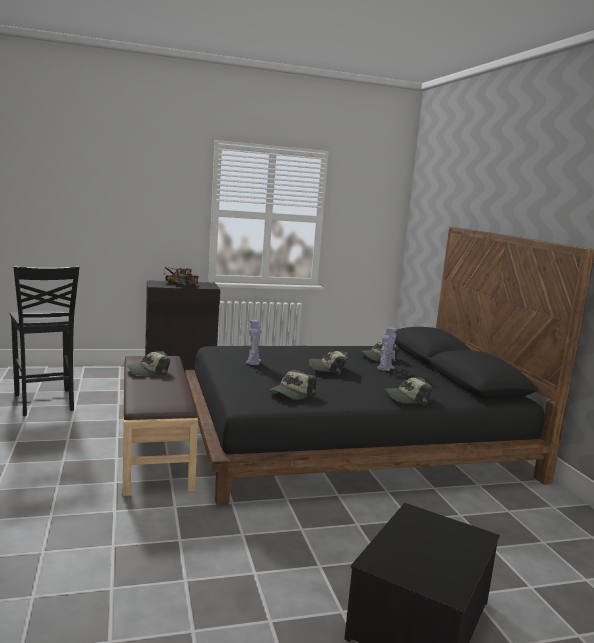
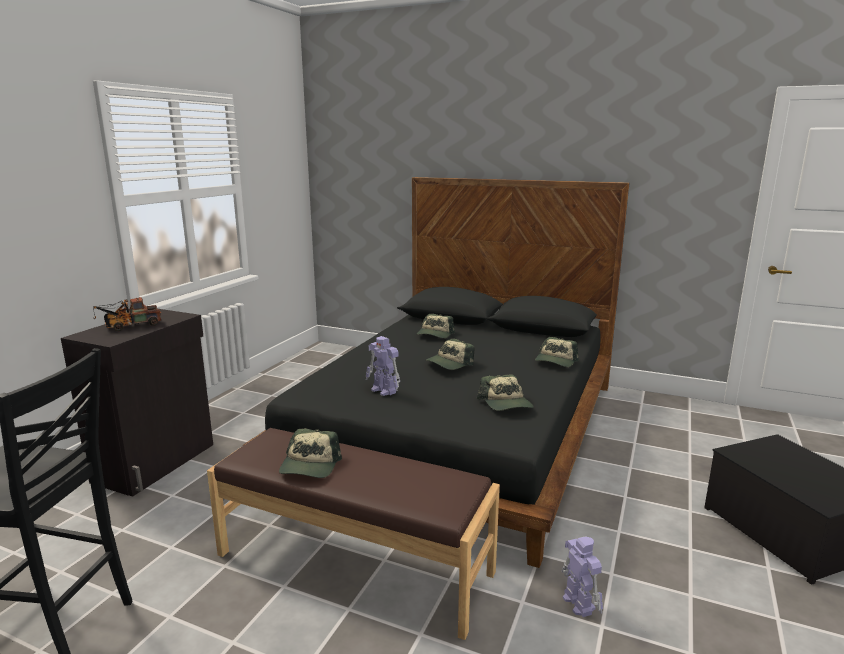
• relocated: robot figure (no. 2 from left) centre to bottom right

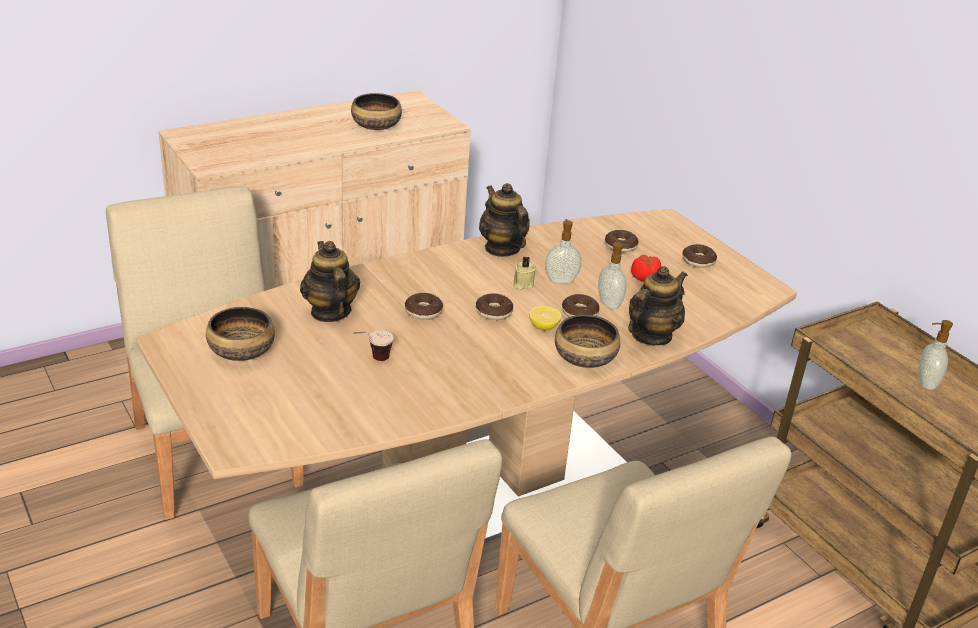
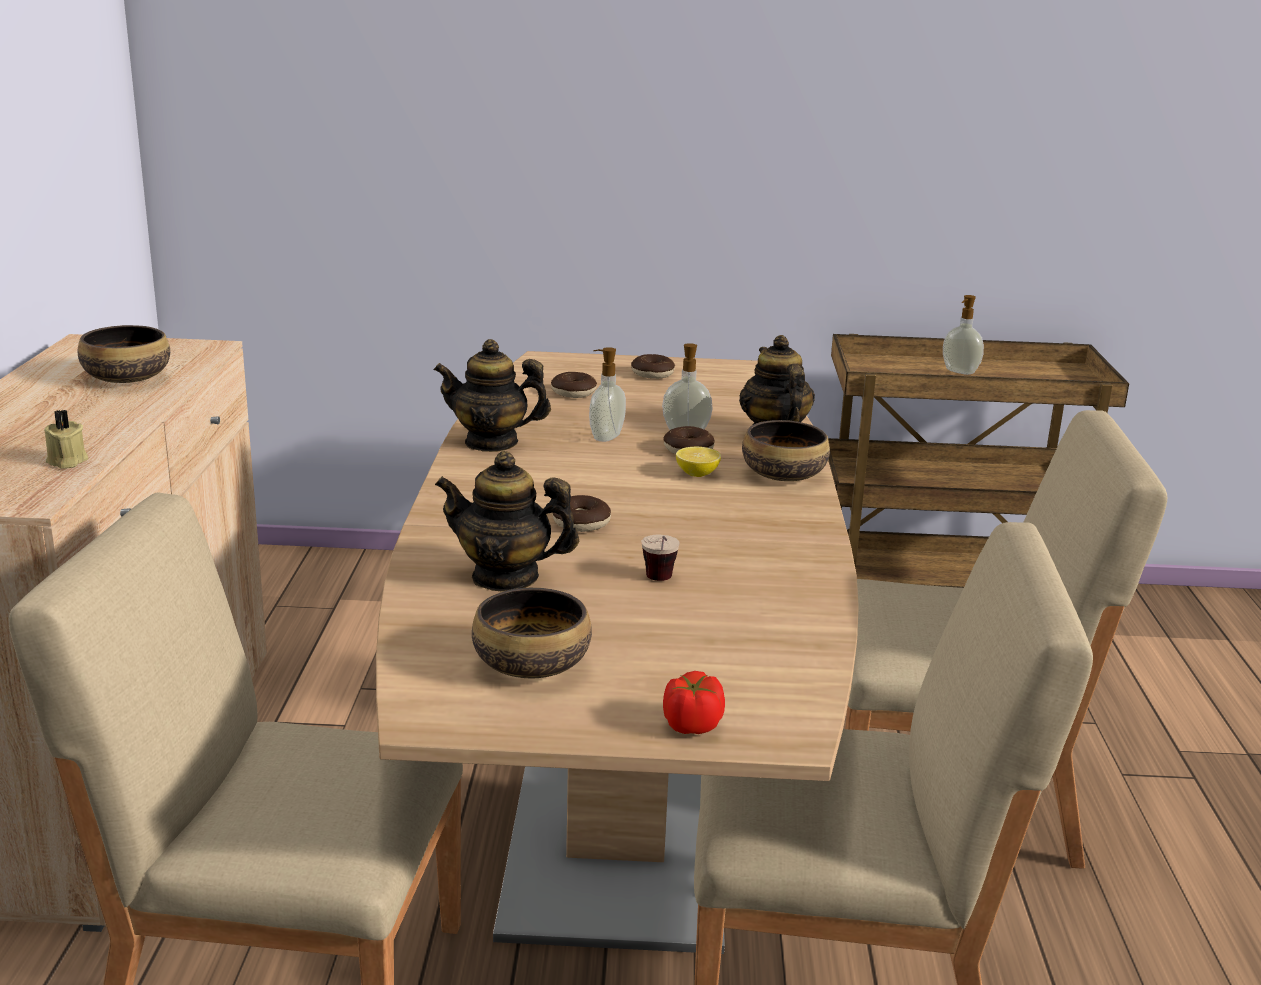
• relocated: fresh tomato centre to bottom centre
• relocated: beige-coloured wax light centre to middle left
• missing: donut (no. 2 from left) centre

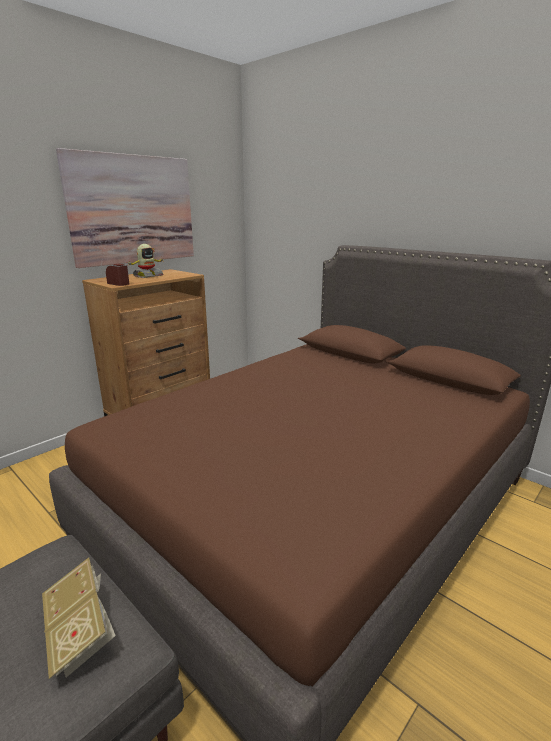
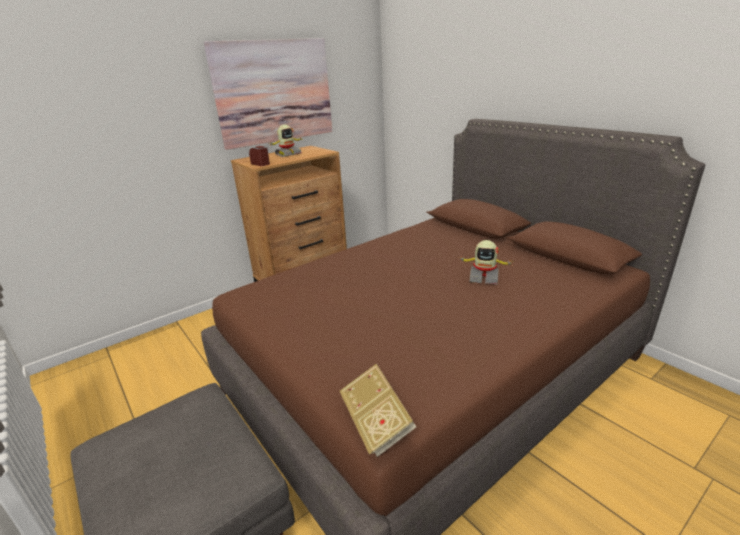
• relocated: bound book bottom left to bottom centre
• appeared: robot figure (no. 2 from left) centre

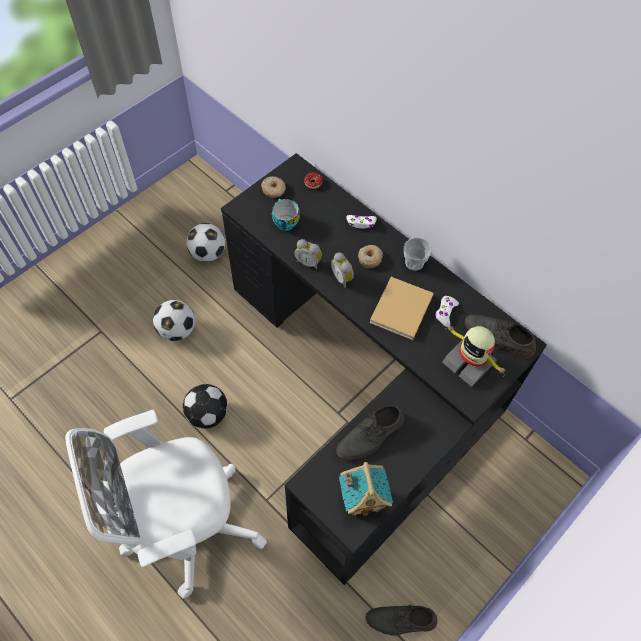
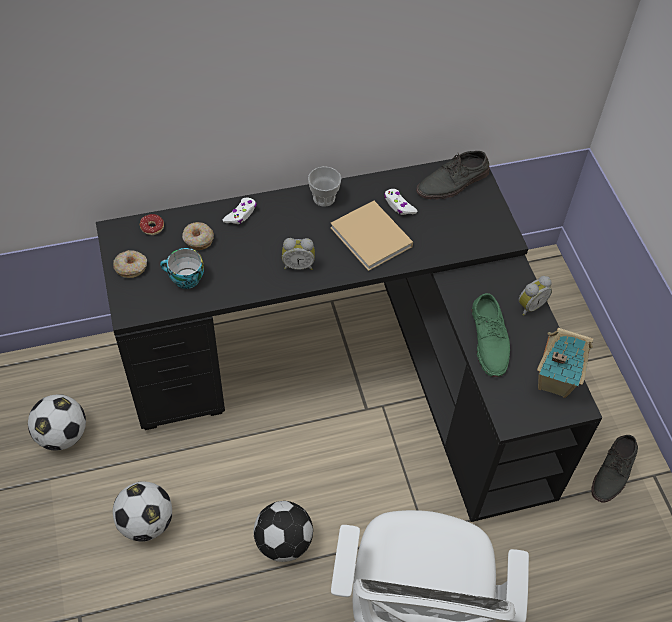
• relocated: table clock (no. 1 from left in the first image) centre to table clock (no. 2 from left) middle right
• relocated: donut (no. 3 from left) centre to middle left
• missing: robot figure middle right
• colour: gray item of footwear (no. 1 from left) bottom centre to green item of footwear middle right

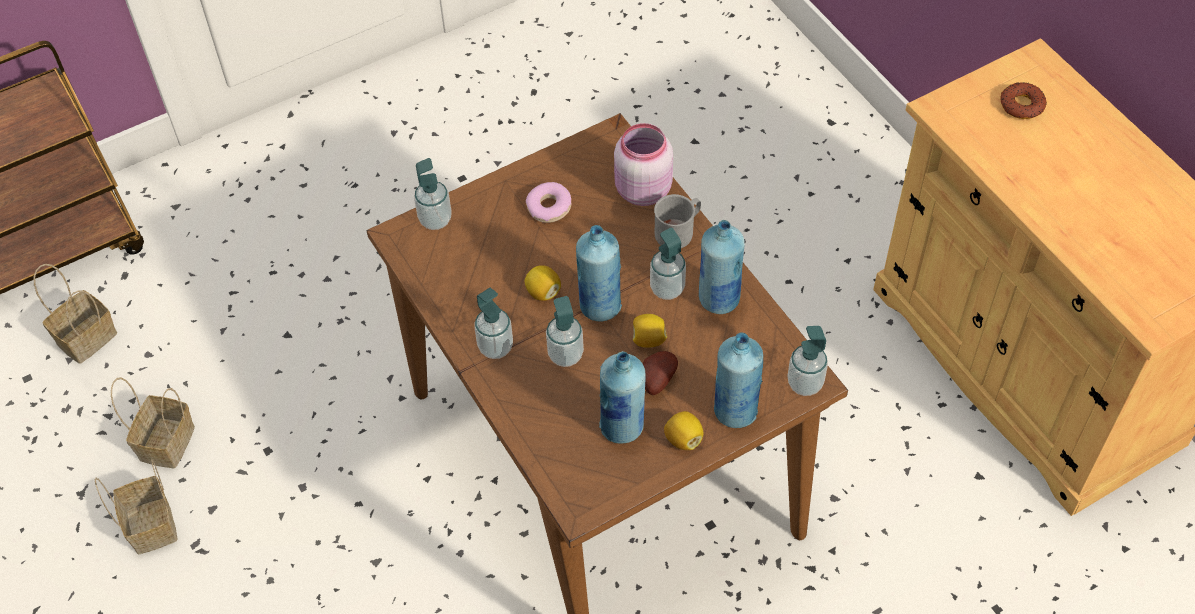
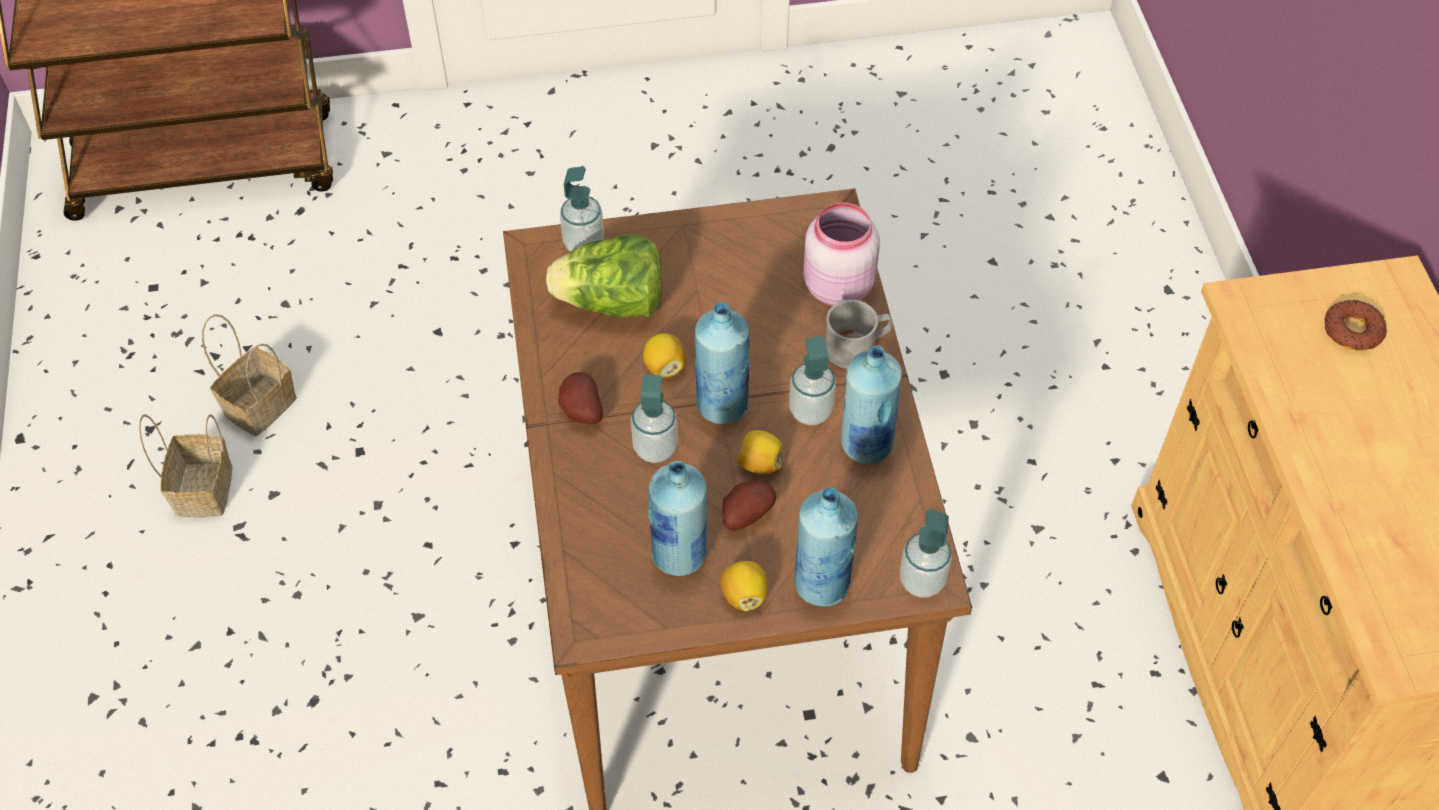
• missing: donut (no. 1 from left) top centre
• missing: storage basket (no. 1 from left) middle left
• exchanged: liquid soap bottle (no. 2 from left) centre to potato (no. 1 from left) centre
• appeared: lettuce centre

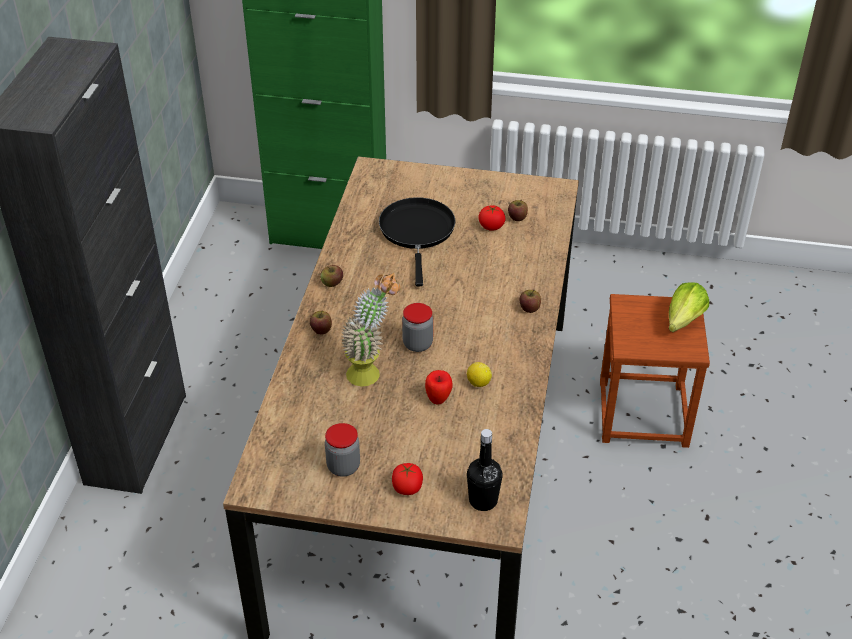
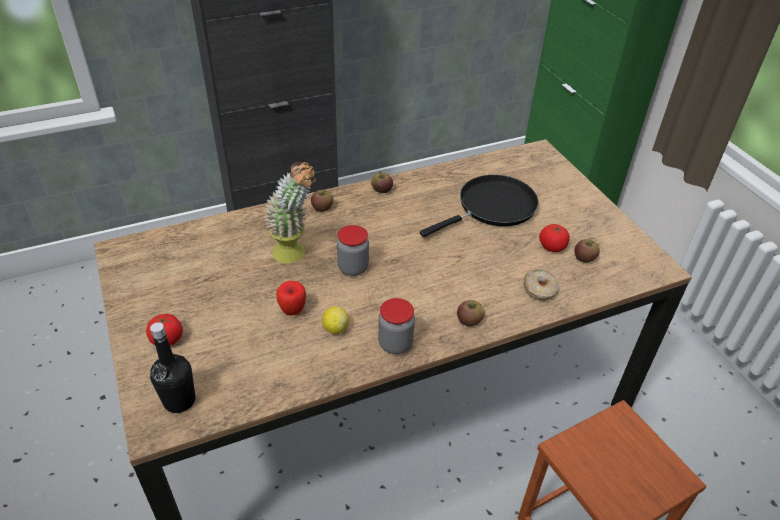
• missing: lettuce middle right
• relocated: jar (no. 1 from left in the first image) bottom centre to jar (no. 2 from left) centre
• appeared: donut middle right

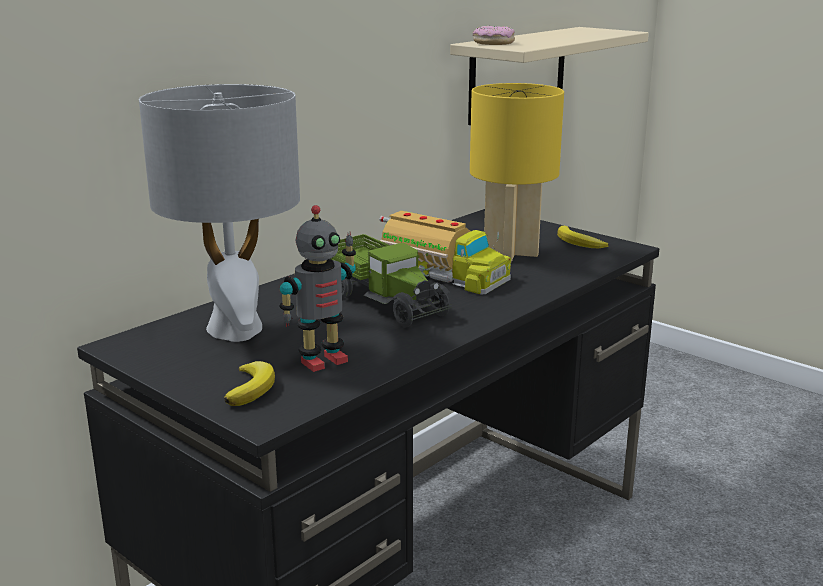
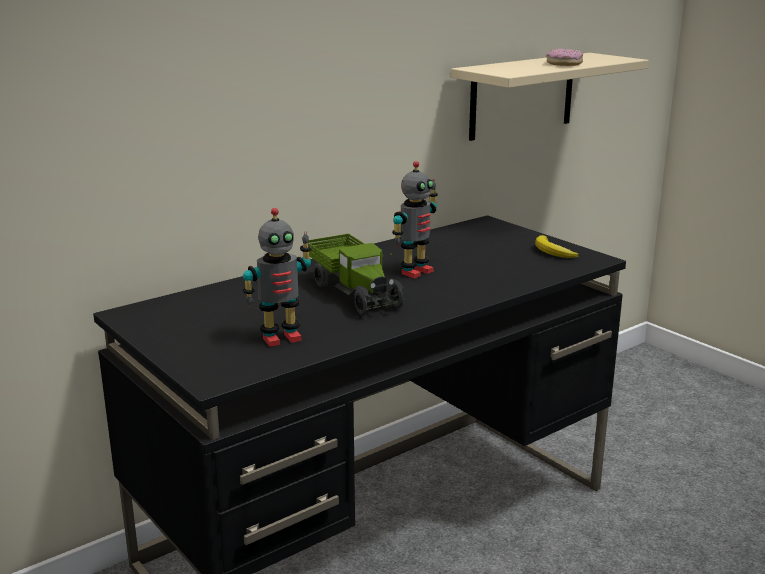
• relocated: donut top centre to top right
• missing: yellowish lamp for a table top centre
• missing: gray lamp for a table middle left
• exchanged: toy truck (no. 2 from left) centre to robot figure (no. 2 from left) centre
• missing: banana fruit (no. 1 from left) middle left

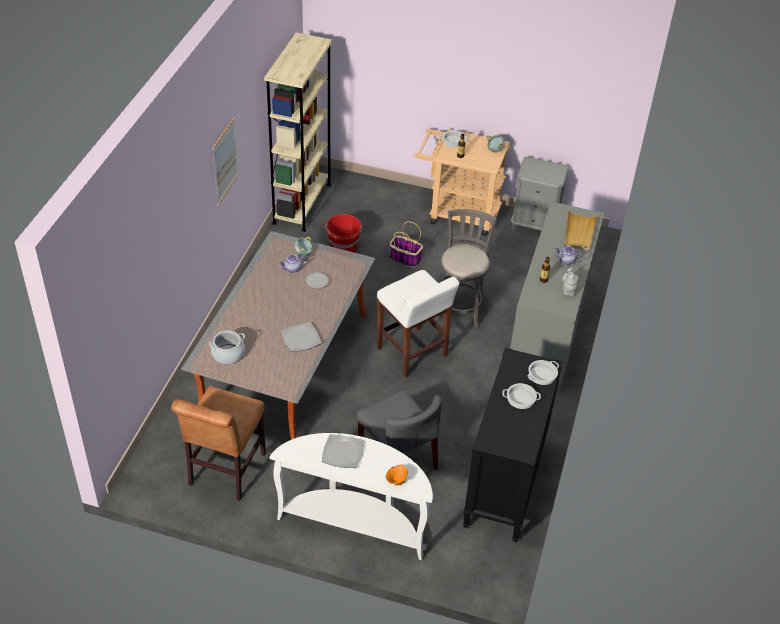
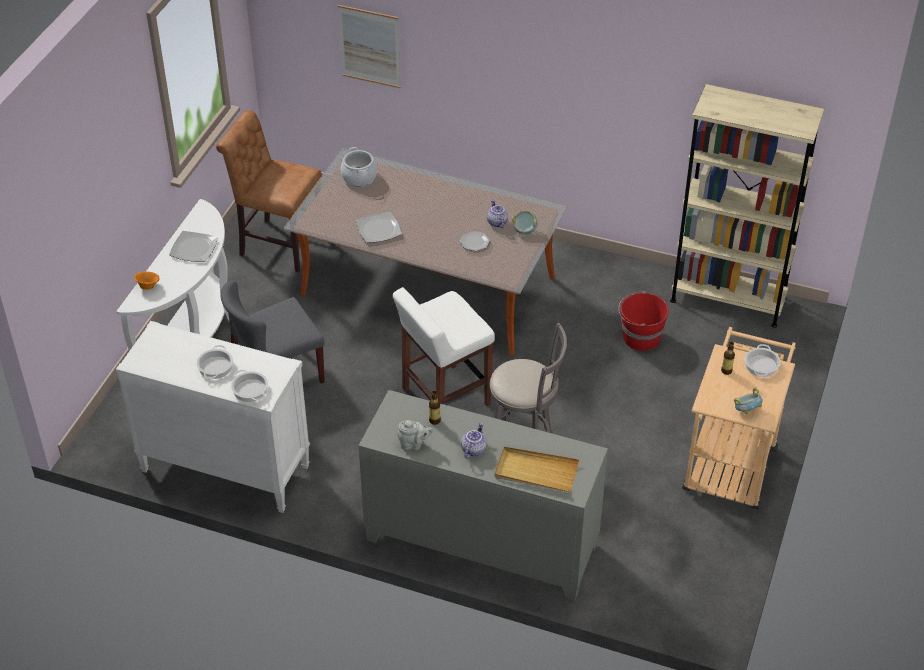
• relocated: wall art top left to top centre
• missing: gray nightstand top right
• missing: storage basket centre
• colour: black chest of drawers bottom centre to white-coloured chest of drawers middle left

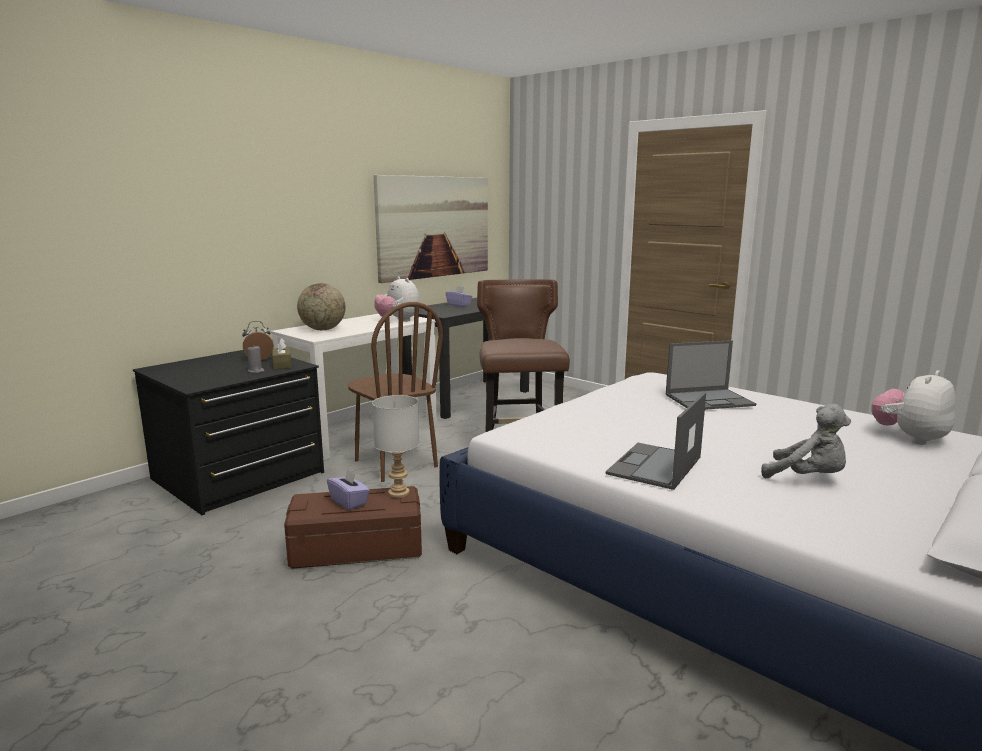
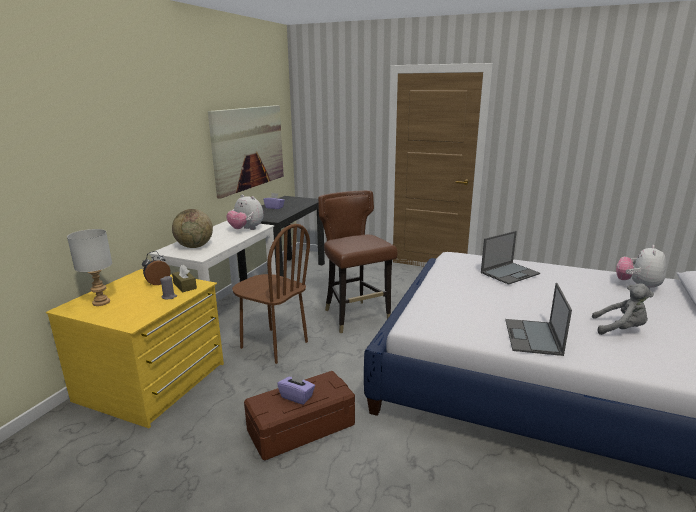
• colour: black chest of drawers middle left to yellowish chest of drawers bottom left
• relocated: gray lamp for a table centre to middle left

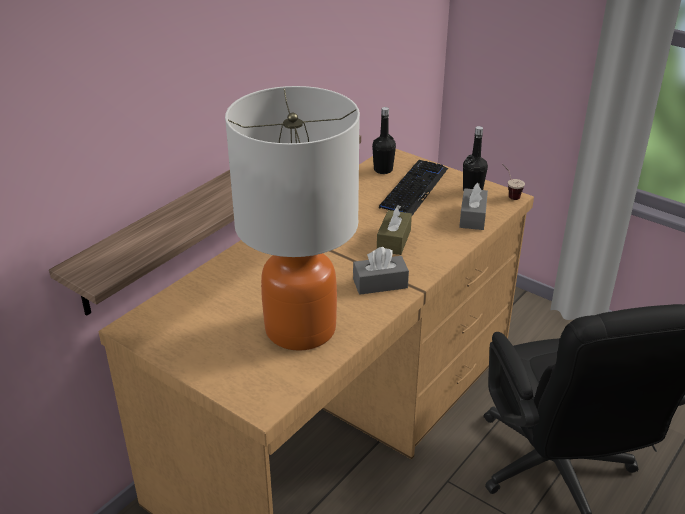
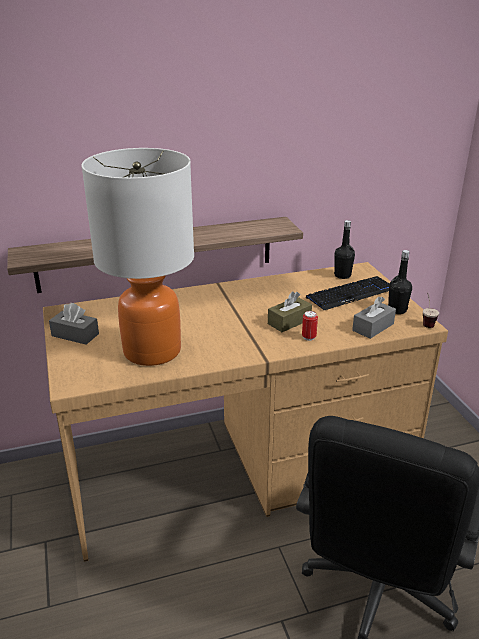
• relocated: gray tissue holder (no. 1 from left) centre to middle left
• appeared: sealed can centre

